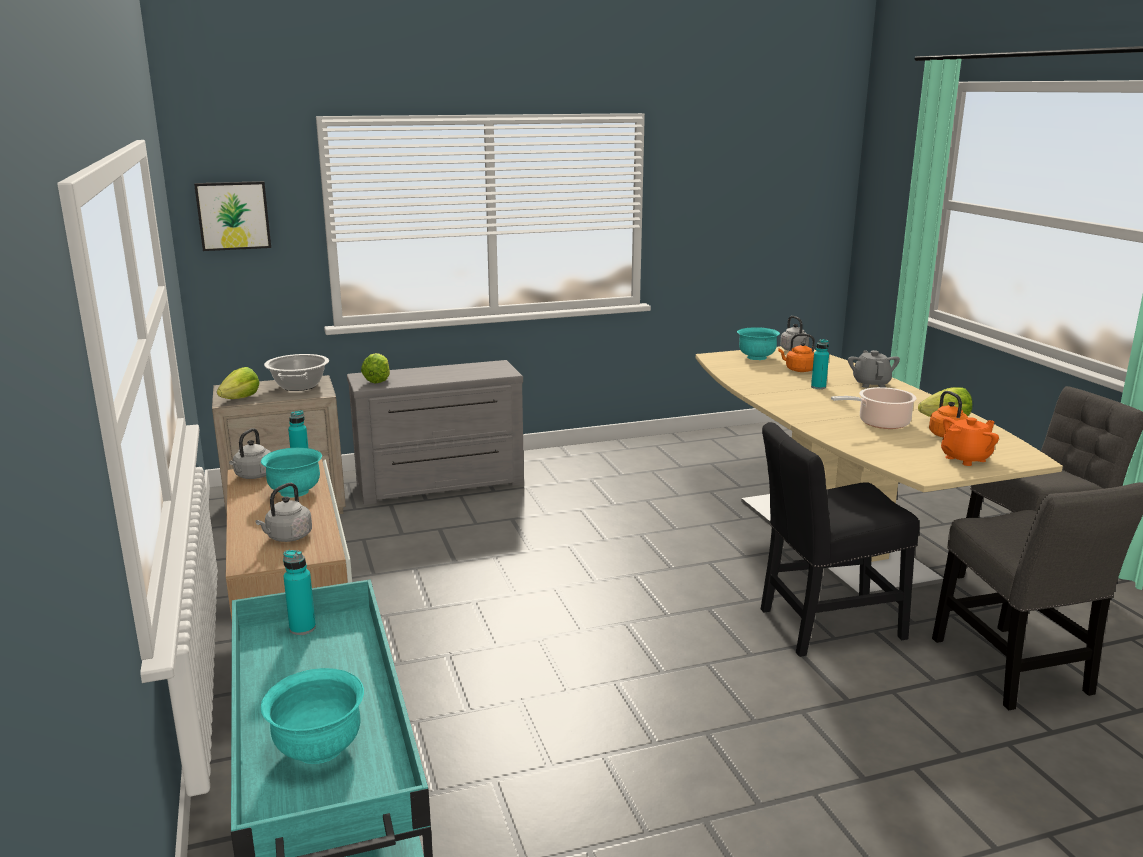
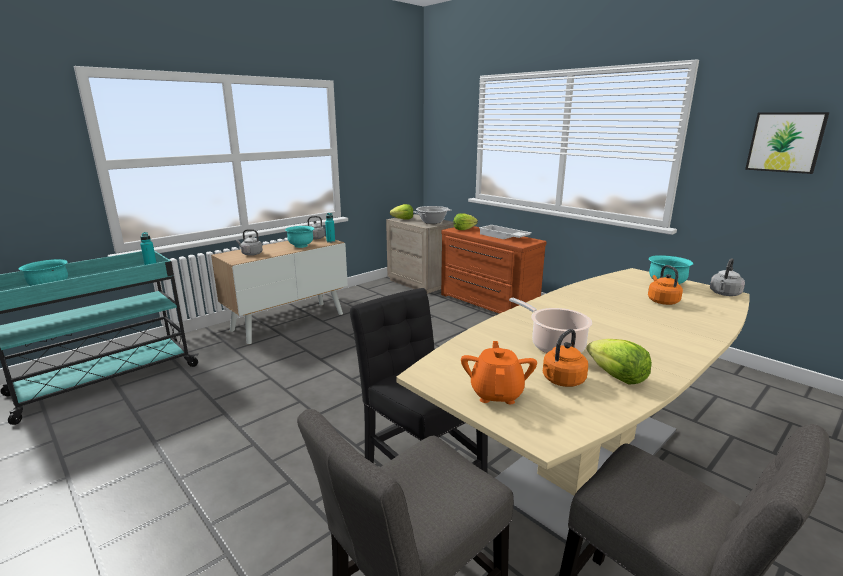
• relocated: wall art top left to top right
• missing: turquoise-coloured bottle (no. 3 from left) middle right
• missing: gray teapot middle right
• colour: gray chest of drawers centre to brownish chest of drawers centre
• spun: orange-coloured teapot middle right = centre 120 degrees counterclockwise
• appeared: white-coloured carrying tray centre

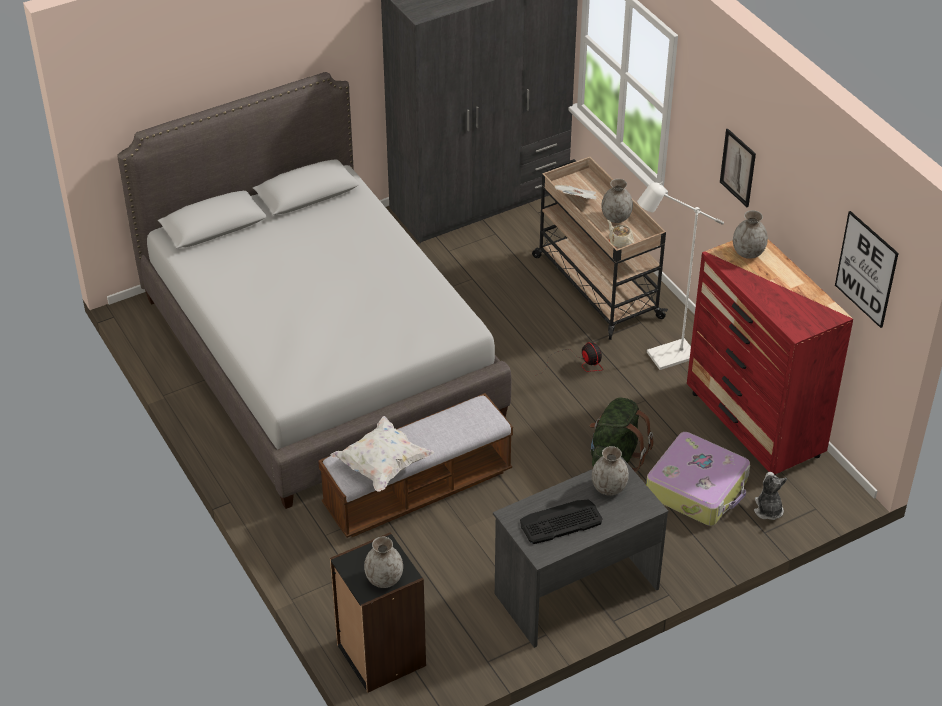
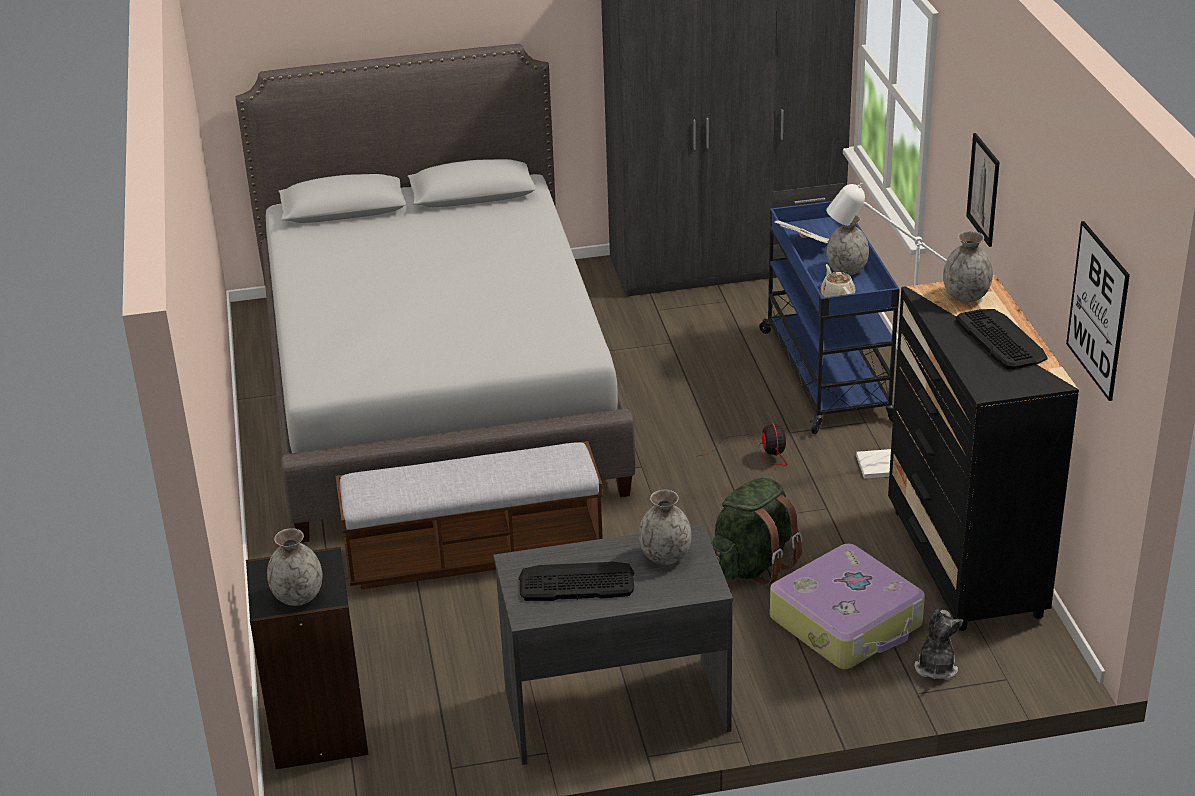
• colour: beige-coloured trolley centre to blue-coloured trolley middle right
• colour: red chest of drawers middle right to black chest of drawers middle right
• missing: white-coloured cushion centre
• appeared: computer keyboard (no. 2 from left) middle right

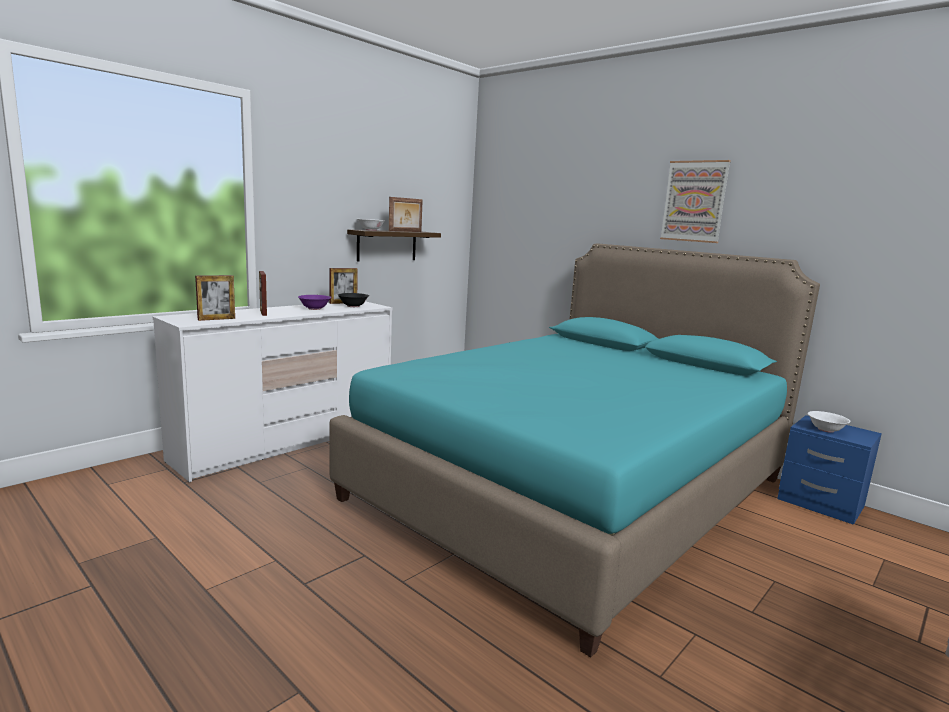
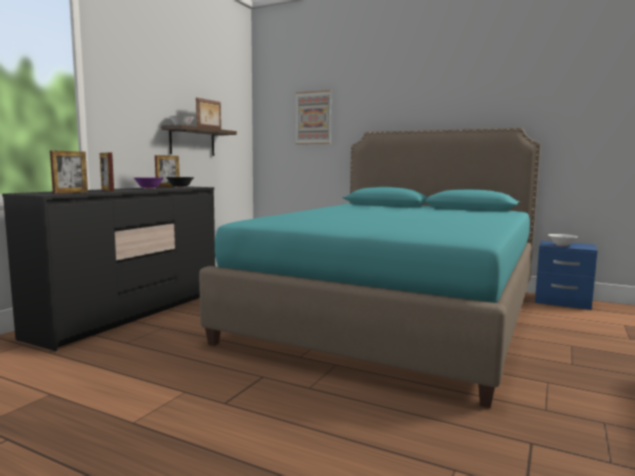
• relocated: wall art top right to top centre
• colour: white-coloured chest of drawers middle left to black chest of drawers middle left

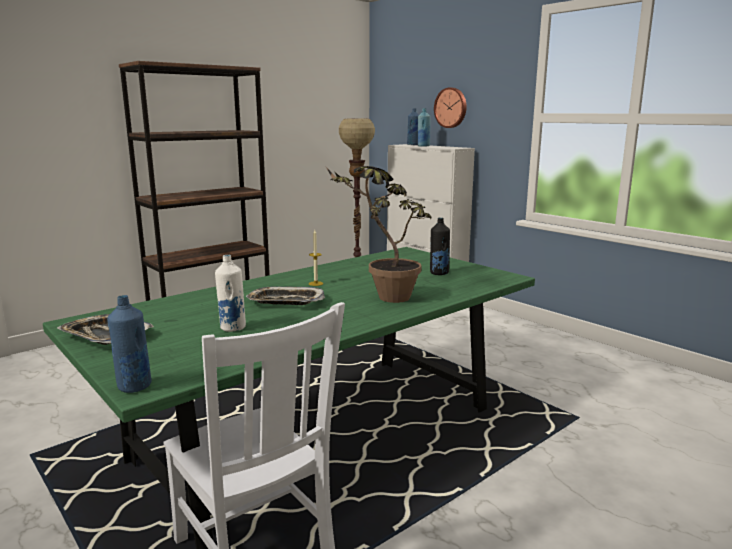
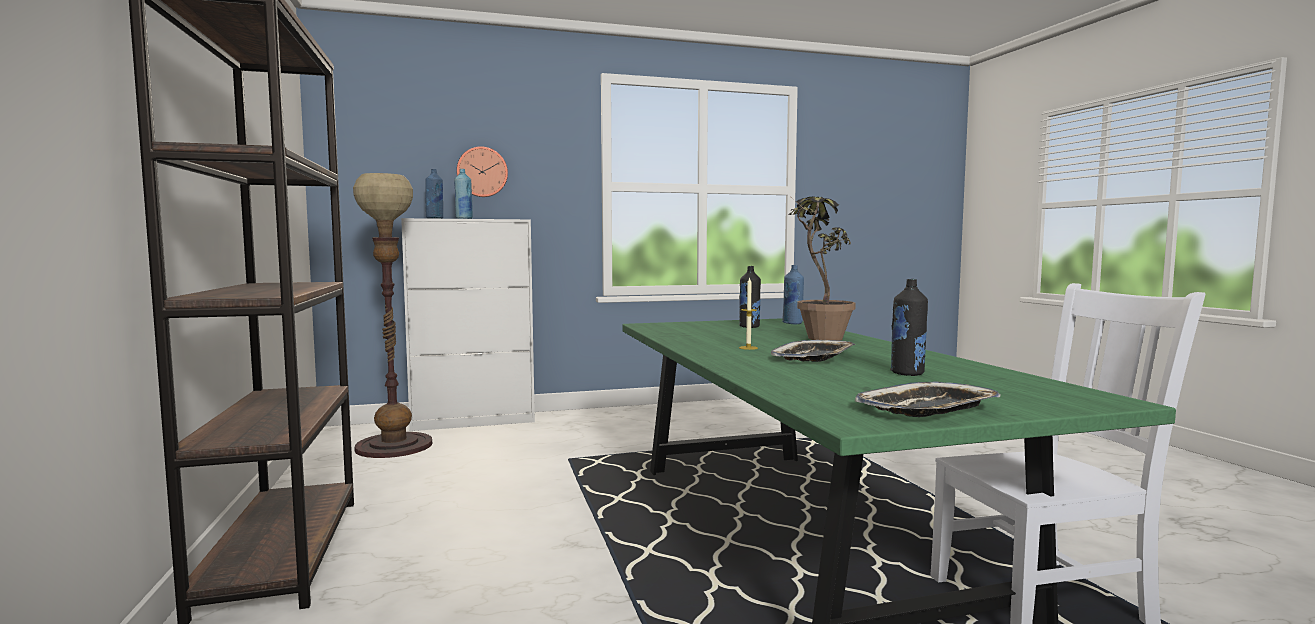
• colour: white-coloured bottle middle left to black bottle (no. 2 from left) middle right
• relocated: blue-coloured bottle (no. 1 from left in the first image) middle left to blue-coloured bottle (no. 3 from left) centre

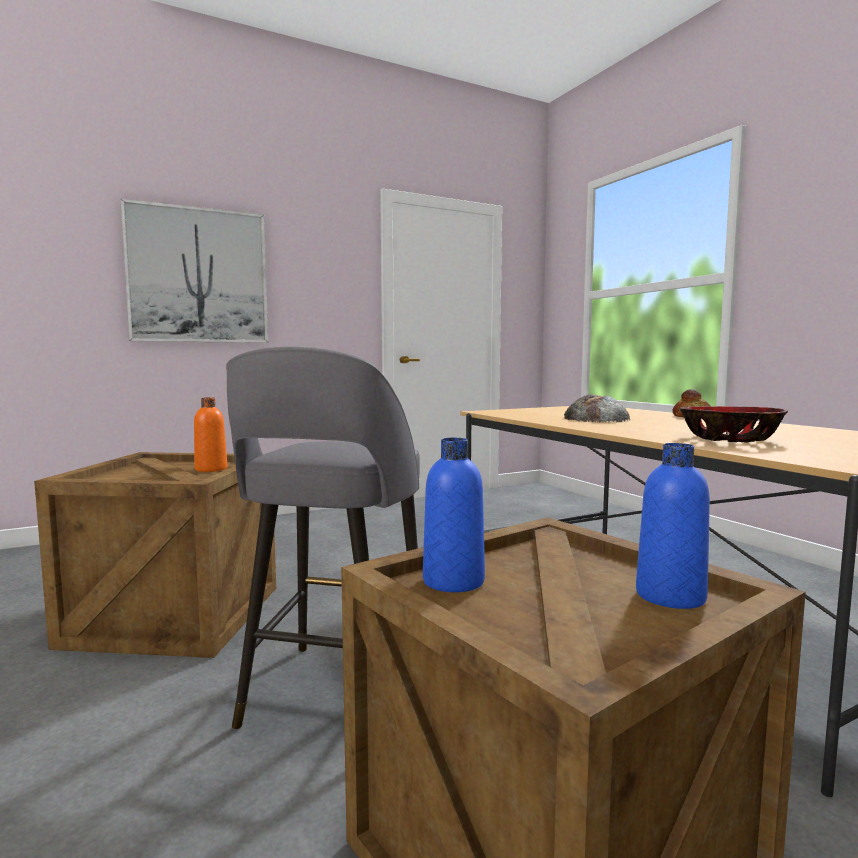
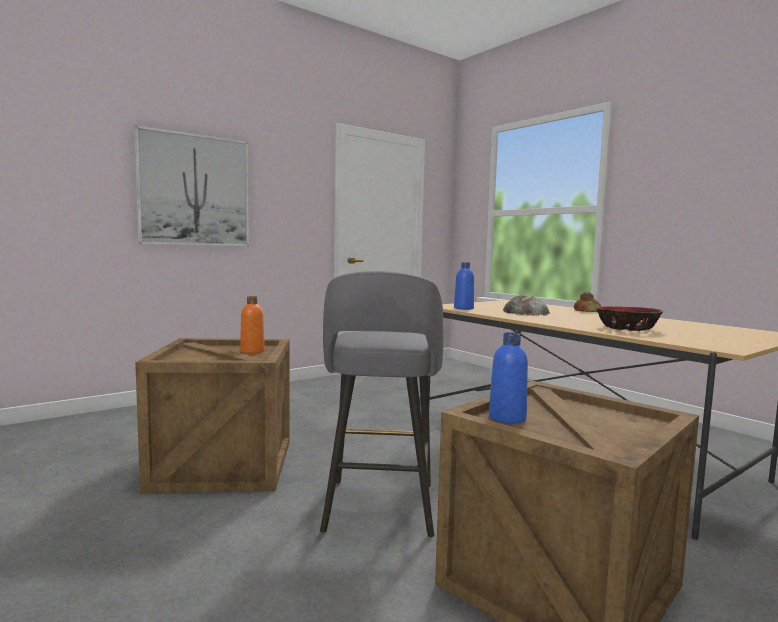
• relocated: blue-coloured bottle (no. 2 from left in the first image) middle right to blue-coloured bottle (no. 1 from left) centre

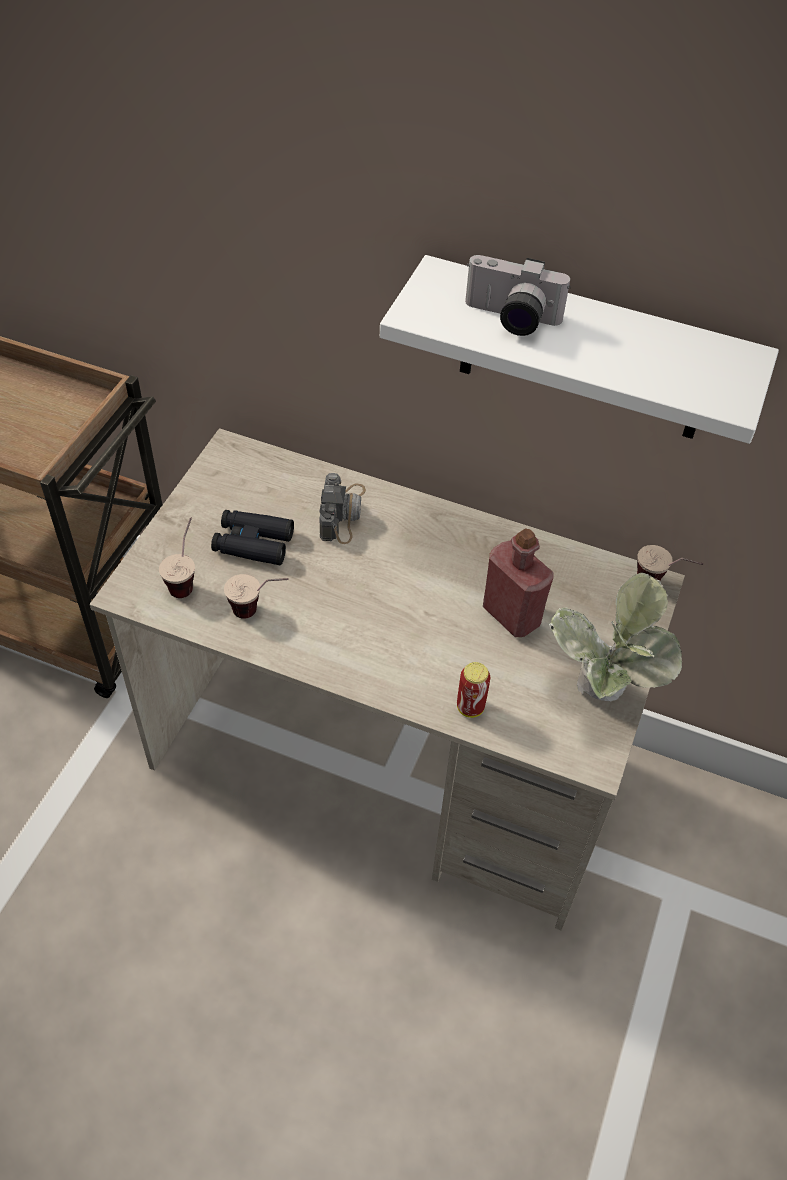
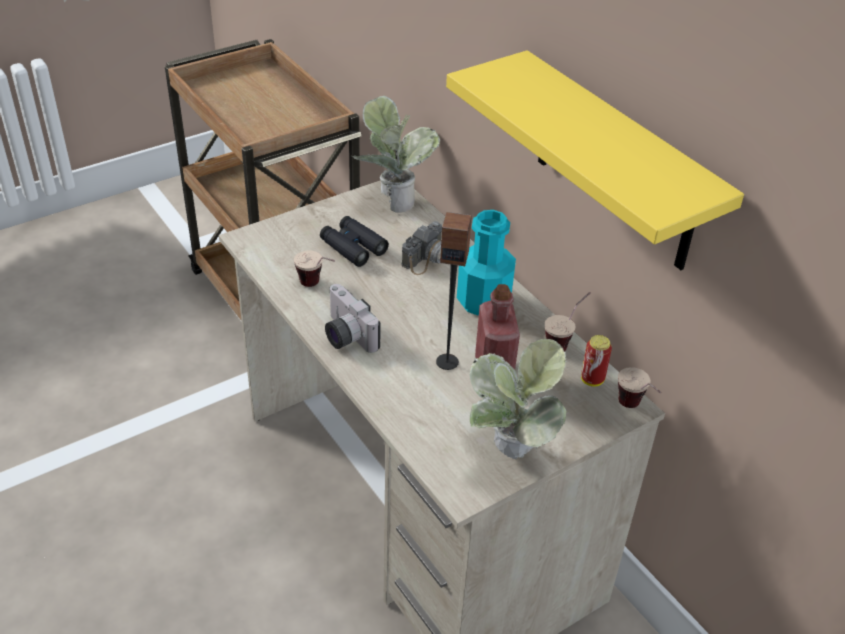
• colour: white-coloured shelf top right to yellowish shelf top right
• relocated: photo camera (no. 2 from left in the first image) top centre to photo camera (no. 1 from left) centre
• relocated: small cup (no. 1 from left in the first image) middle left to small cup (no. 2 from left) middle right
• relocated: sealed can centre to middle right
• appeared: houseplant (no. 1 from left) top centre
• appeared: turquoise-coloured bottle centre
• appeared: audio speaker centre

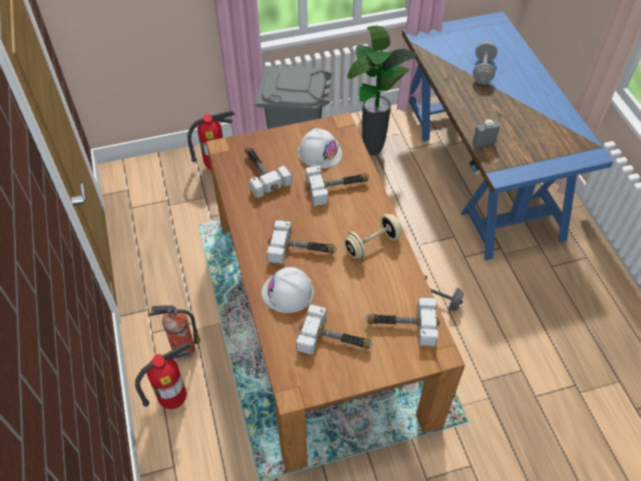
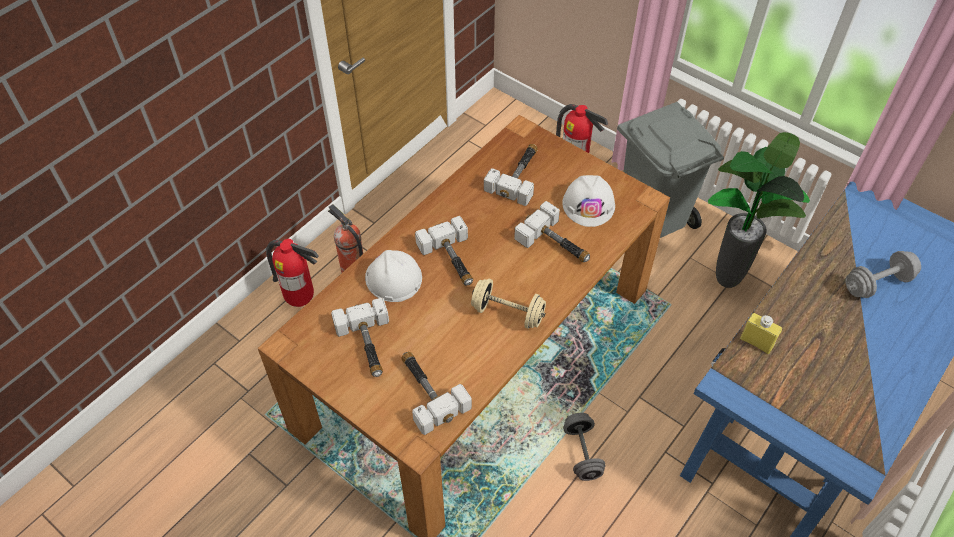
• colour: gray bottle top right to yellowish bottle middle right

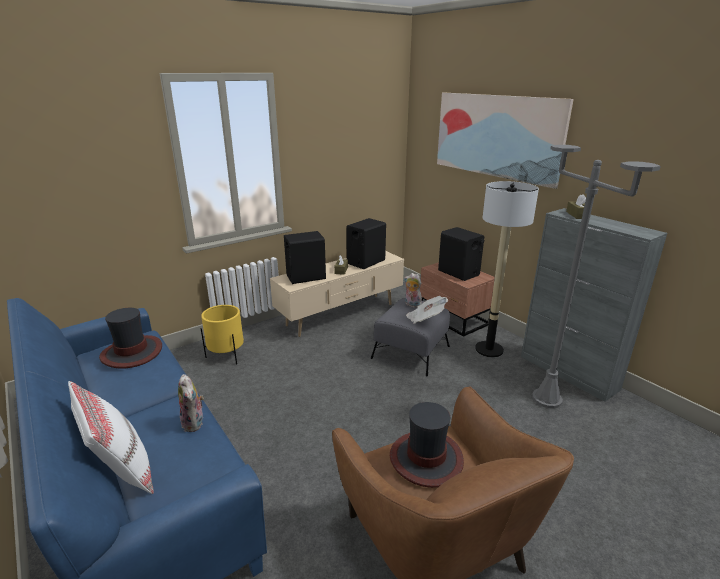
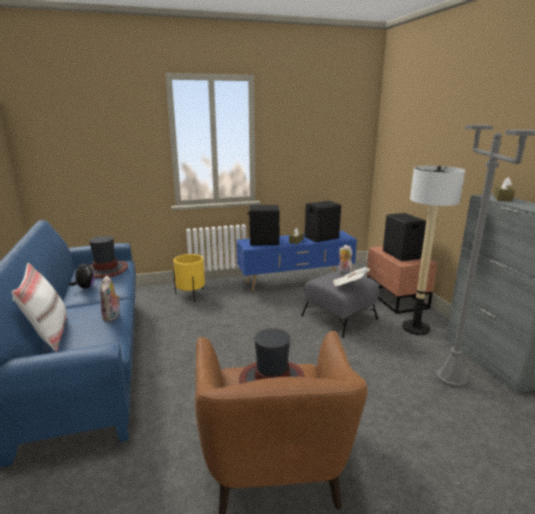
• missing: wall art top right
• colour: beige-coloured tv stand centre to blue-coloured tv stand centre
• appeared: plush toy (no. 1 from left) middle left

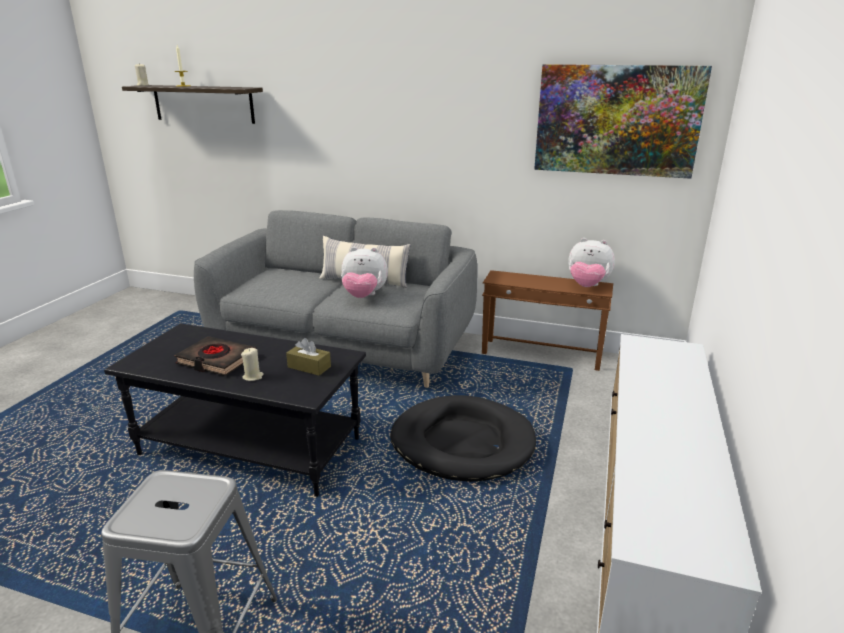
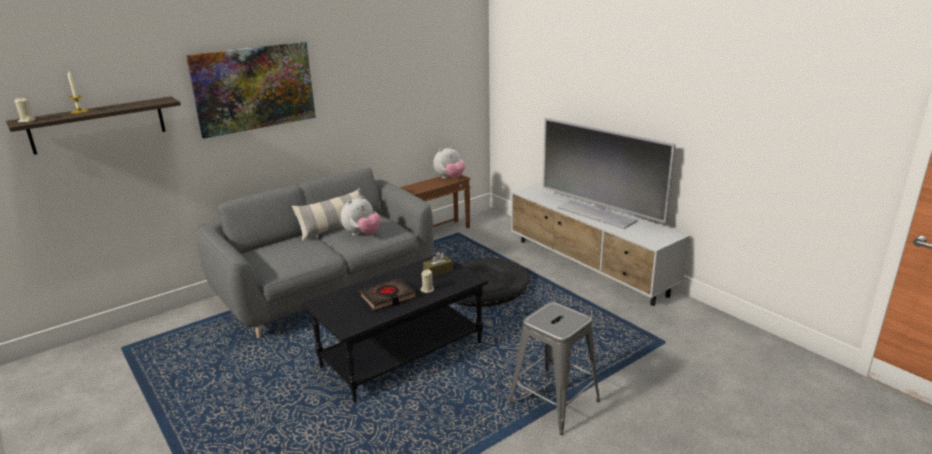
• relocated: wall art top right to top left
• appeared: TV centre

